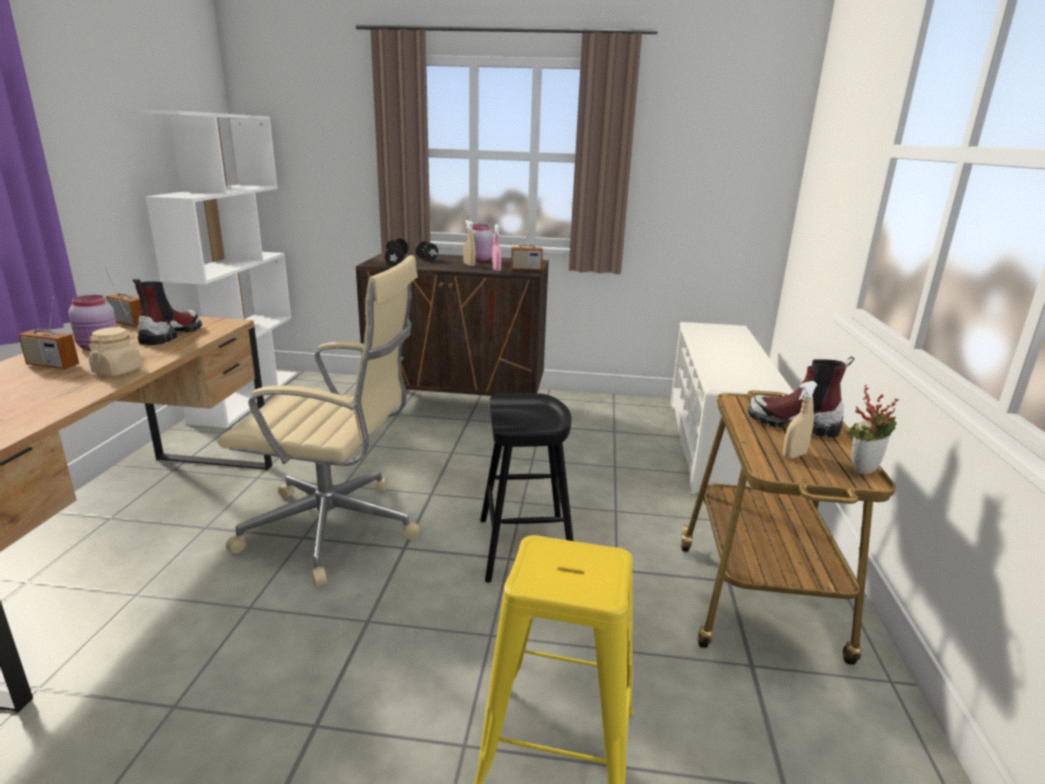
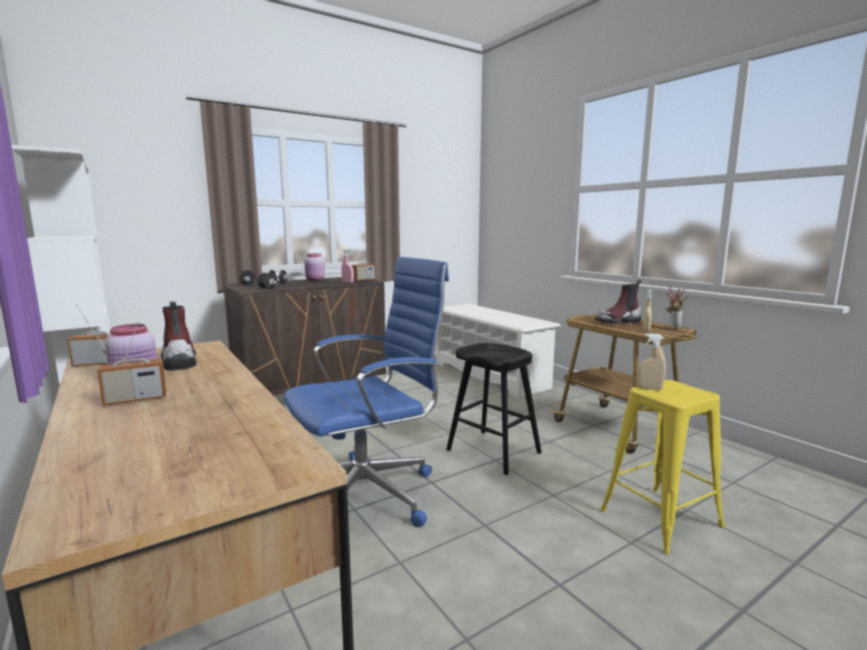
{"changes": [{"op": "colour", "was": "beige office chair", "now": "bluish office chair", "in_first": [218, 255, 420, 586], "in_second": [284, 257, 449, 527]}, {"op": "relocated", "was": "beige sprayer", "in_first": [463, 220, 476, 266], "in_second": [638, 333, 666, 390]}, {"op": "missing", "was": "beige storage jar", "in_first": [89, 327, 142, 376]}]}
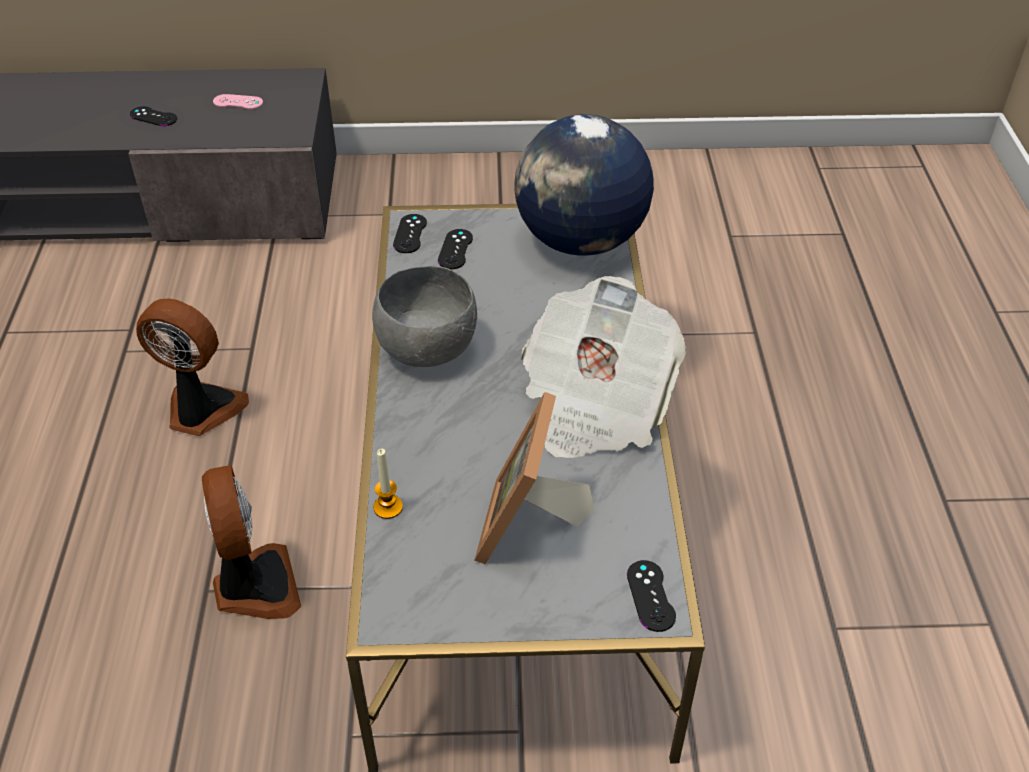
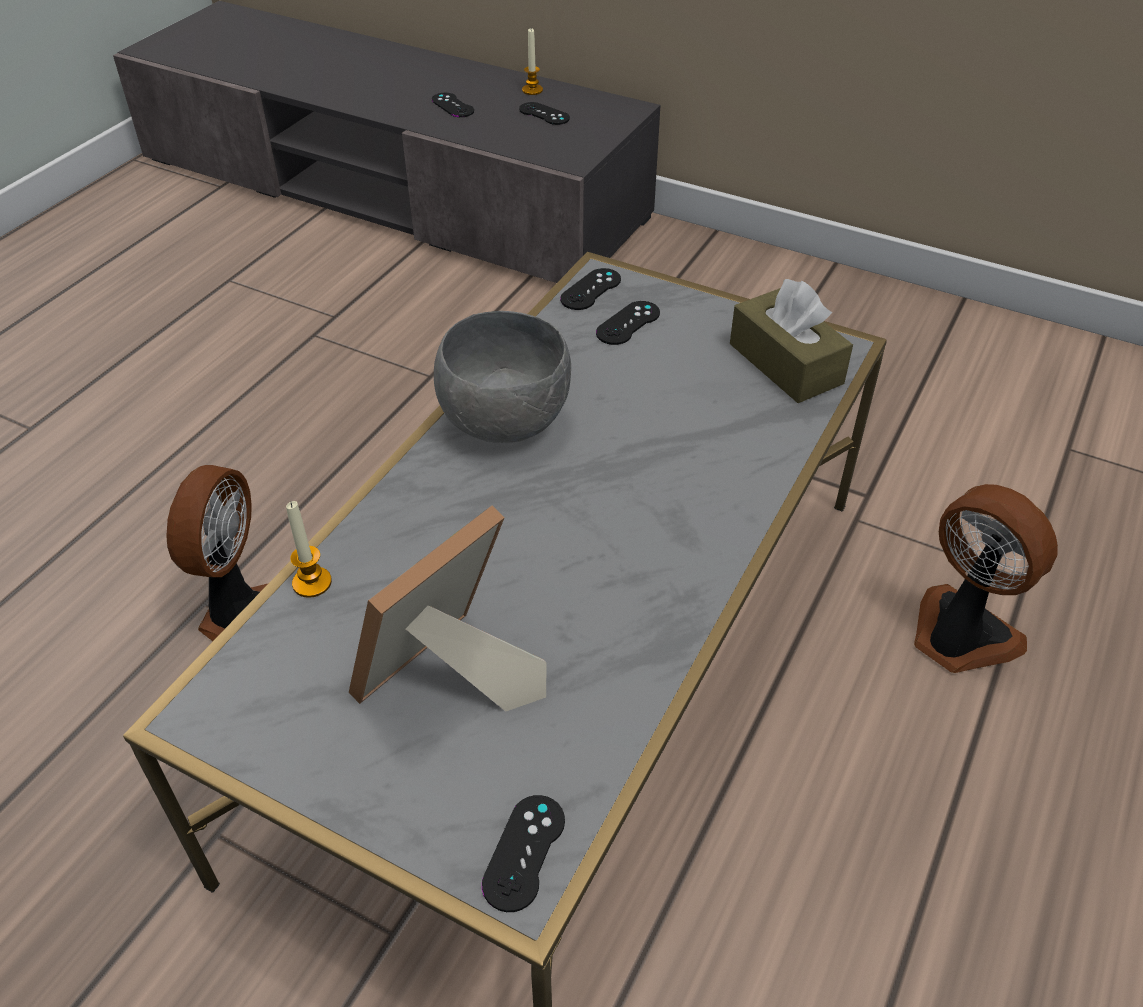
{"changes": [{"op": "colour", "was": "pink-coloured gamepad", "now": "blackish gamepad", "in_first": [213, 94, 263, 110], "in_second": [519, 102, 570, 125]}, {"op": "appeared", "now": "candle", "in_second": [522, 28, 543, 95]}, {"op": "exchanged", "was": "world globe", "now": "brownish tissue box", "in_first": [514, 114, 654, 256], "in_second": [730, 279, 853, 403]}, {"op": "relocated", "was": "electric fan", "in_first": [136, 298, 249, 436], "in_second": [914, 484, 1058, 673]}, {"op": "missing", "was": "newspaper", "in_first": [521, 276, 686, 458]}]}
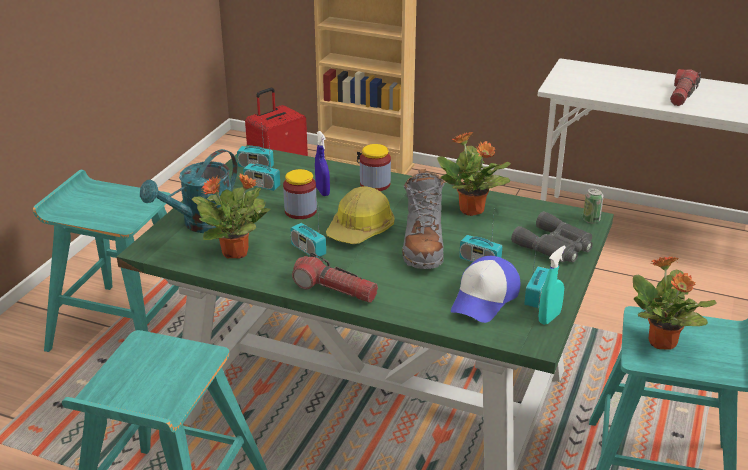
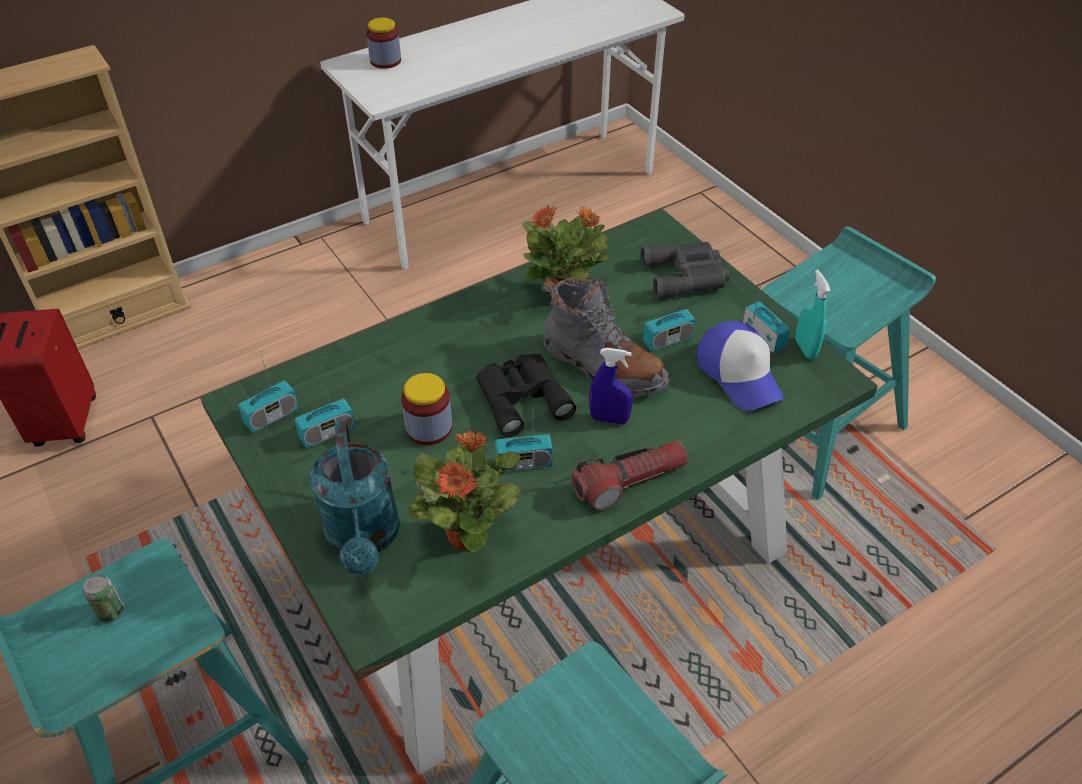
{"changes": [{"op": "relocated", "was": "sealed can", "in_first": [583, 188, 604, 223], "in_second": [83, 575, 124, 622]}, {"op": "relocated", "was": "storage jar", "in_first": [360, 144, 391, 191], "in_second": [366, 17, 401, 69]}, {"op": "exchanged", "was": "hard hat", "now": "blackish binoculars", "in_first": [326, 186, 395, 244], "in_second": [476, 354, 576, 437]}, {"op": "relocated", "was": "bluish sprayer", "in_first": [315, 131, 330, 196], "in_second": [589, 348, 633, 424]}, {"op": "missing", "was": "plant in a pot", "in_first": [633, 256, 717, 350]}, {"op": "missing", "was": "torch", "in_first": [670, 69, 701, 106]}]}
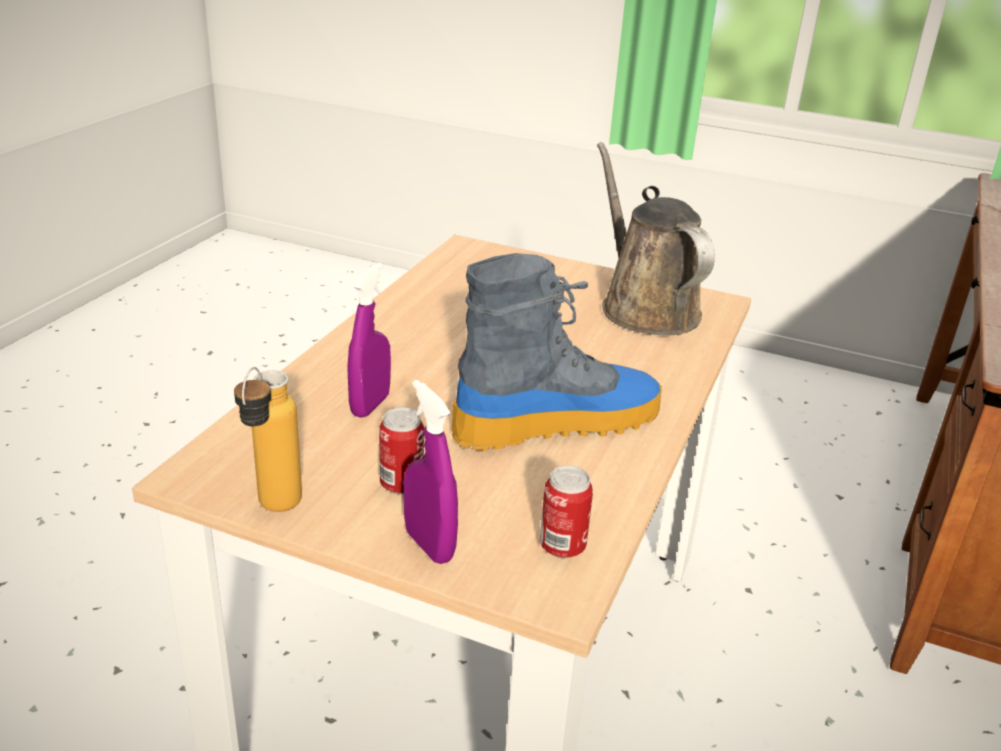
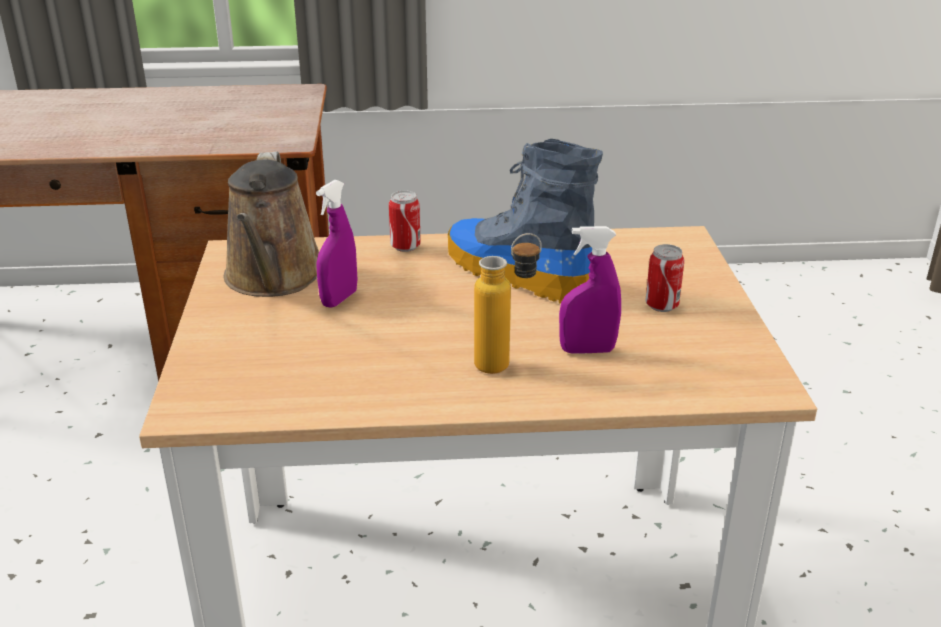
{"changes": [{"op": "spun", "was": "brownish sprinkling can", "in_first": [597, 142, 715, 336], "in_second": [224, 151, 319, 297], "clockwise": -45}, {"op": "relocated", "was": "purple-coloured sprayer", "in_first": [404, 380, 458, 564], "in_second": [316, 180, 357, 308]}, {"op": "relocated", "was": "sealed can", "in_first": [540, 465, 593, 558], "in_second": [389, 190, 421, 252]}, {"op": "relocated", "was": "bottle", "in_first": [234, 367, 302, 512], "in_second": [474, 233, 542, 374]}]}
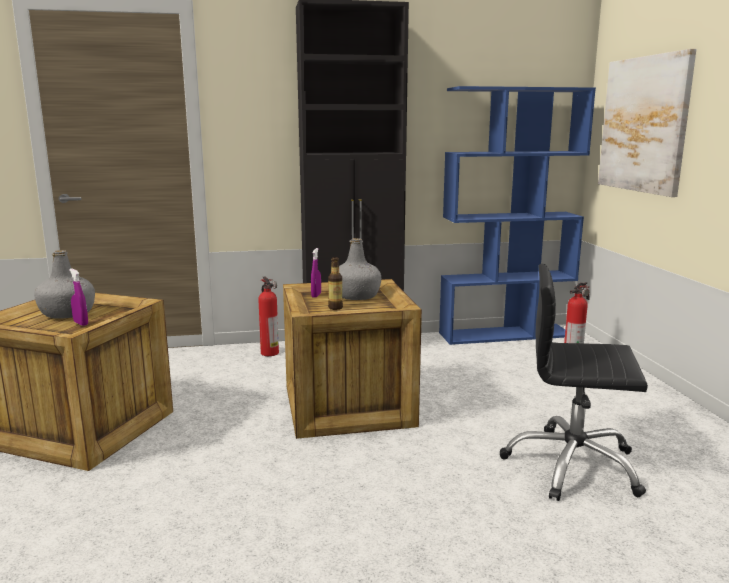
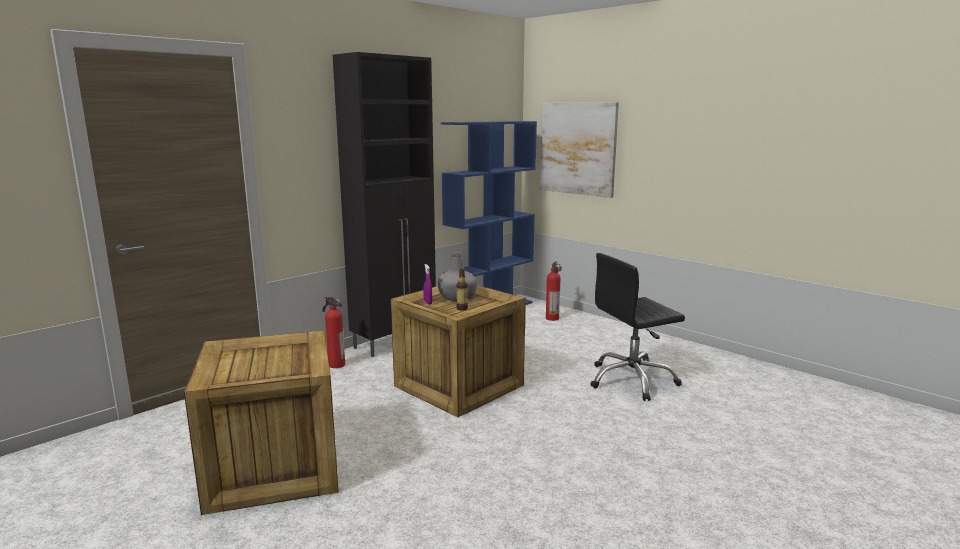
{"changes": [{"op": "missing", "was": "grey bottle", "in_first": [34, 250, 95, 319]}, {"op": "missing", "was": "purple-coloured sprayer", "in_first": [69, 269, 88, 326]}]}
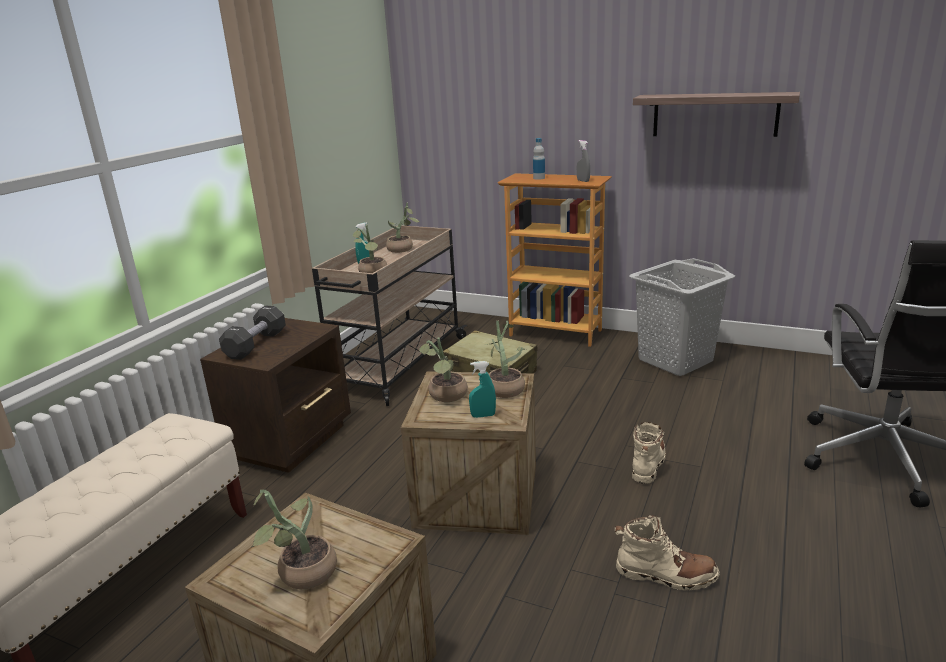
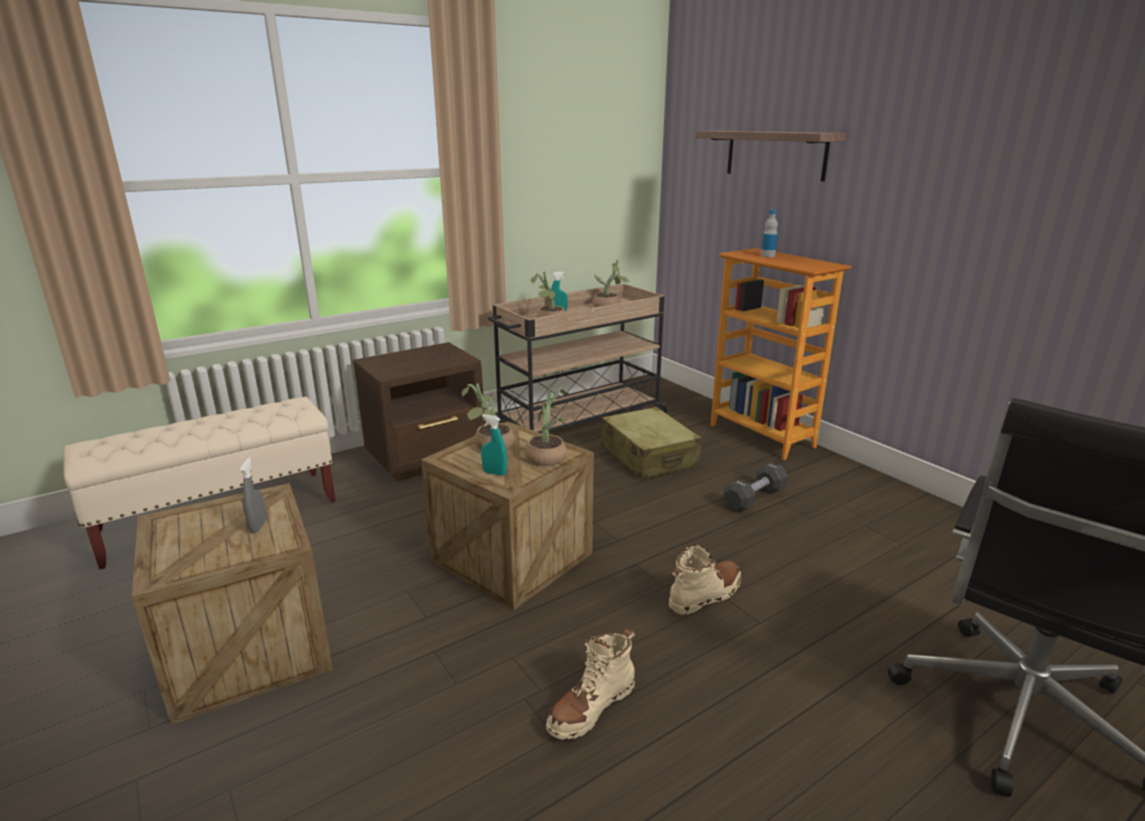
{"changes": [{"op": "relocated", "was": "grey sprayer", "in_first": [577, 140, 590, 182], "in_second": [240, 457, 267, 533]}, {"op": "spun", "was": "beige high-top boot", "in_first": [615, 515, 720, 590], "in_second": [546, 629, 635, 740], "clockwise": 90}, {"op": "relocated", "was": "wall shelf", "in_first": [633, 92, 800, 137], "in_second": [696, 131, 846, 182]}, {"op": "relocated", "was": "blackish free weight", "in_first": [219, 306, 286, 360], "in_second": [723, 462, 787, 513]}, {"op": "missing", "was": "plant in a pot", "in_first": [252, 490, 337, 589]}, {"op": "missing", "was": "grey laundry basket", "in_first": [629, 258, 735, 376]}]}
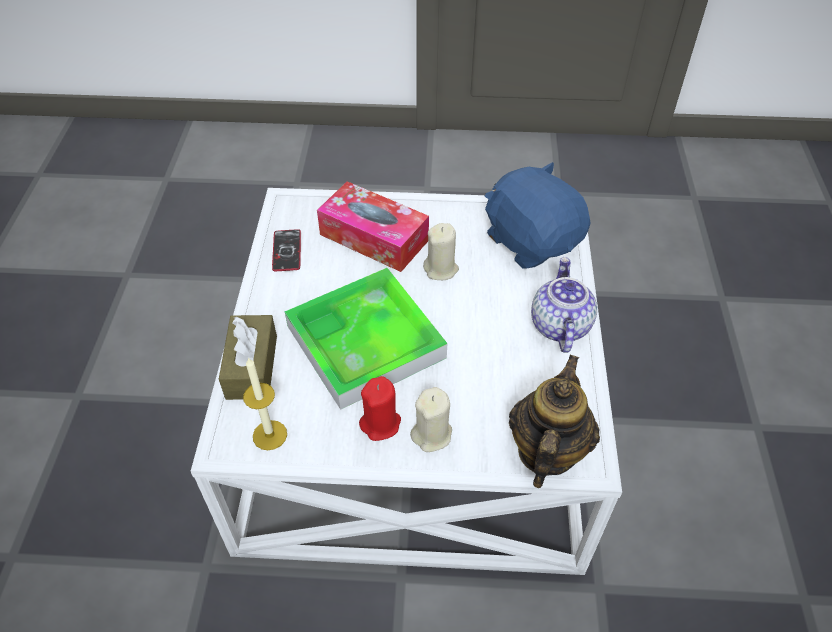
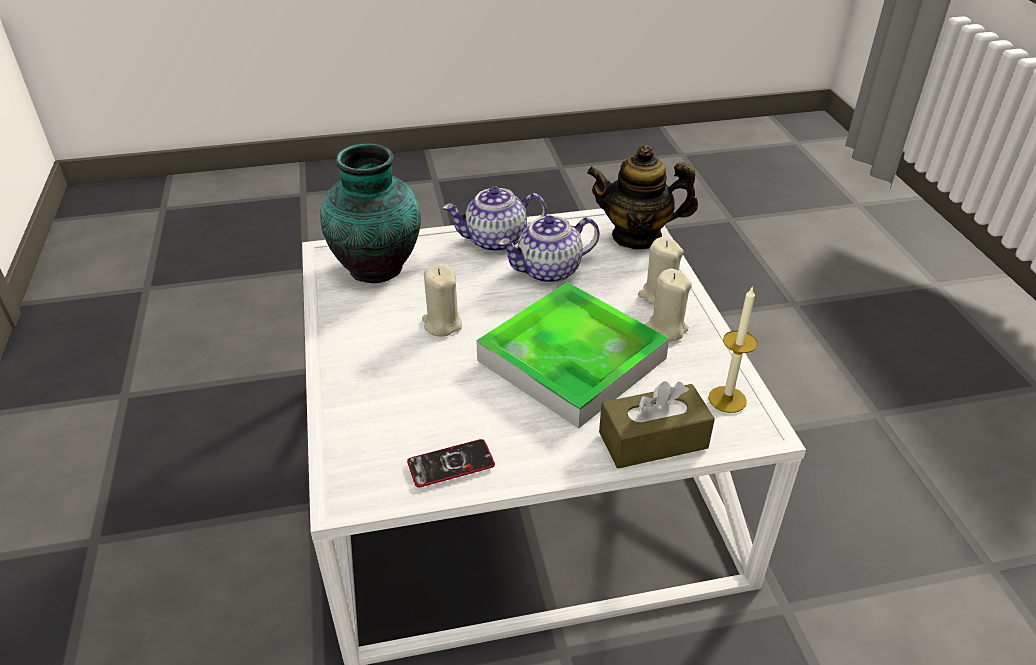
{"changes": [{"op": "exchanged", "was": "bluish soft toy", "now": "flower vase", "in_first": [485, 162, 590, 268], "in_second": [320, 143, 421, 283]}, {"op": "appeared", "now": "pot for tea", "in_second": [498, 215, 600, 283]}, {"op": "colour", "was": "red-coloured candle", "now": "beige candle", "in_first": [359, 376, 401, 441], "in_second": [645, 269, 692, 341]}, {"op": "missing", "was": "tissue box", "in_first": [317, 181, 429, 272]}]}
